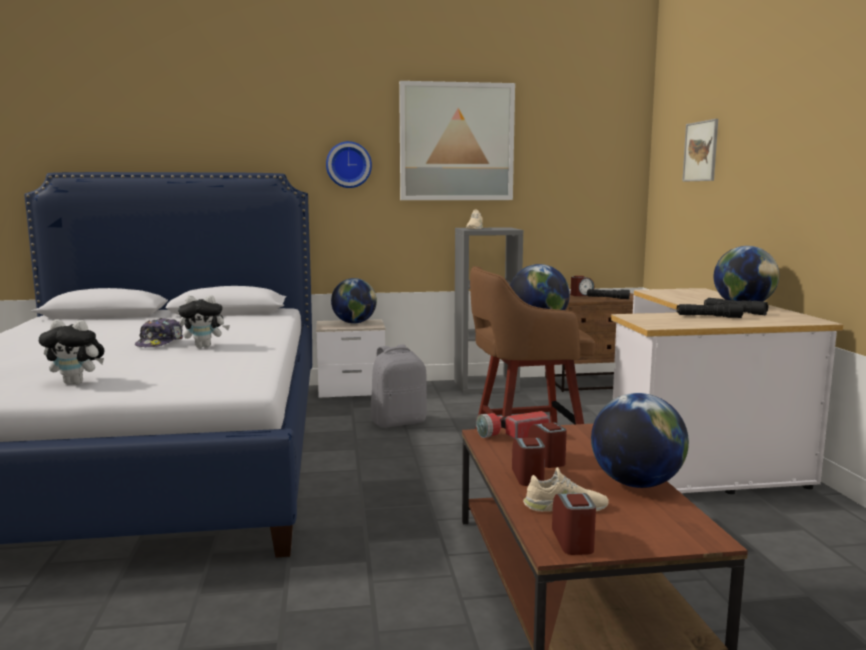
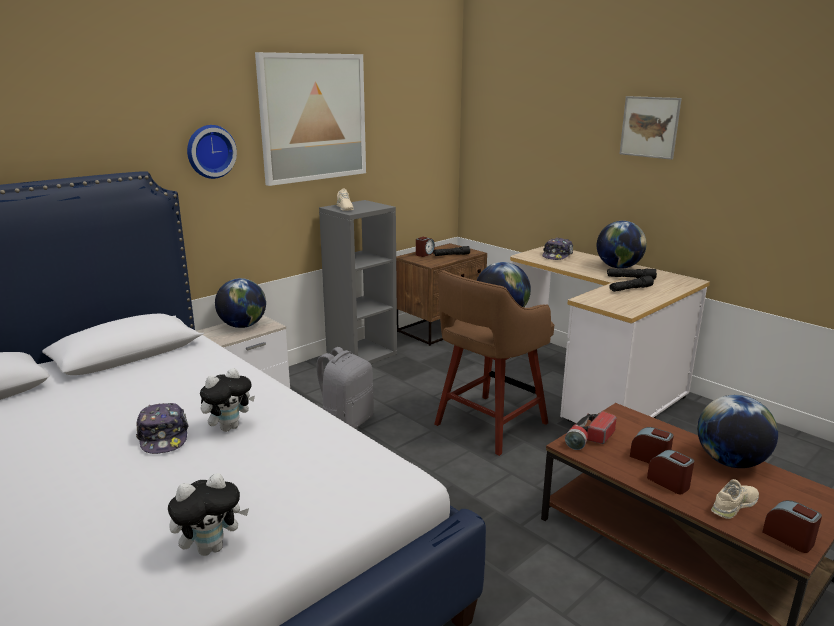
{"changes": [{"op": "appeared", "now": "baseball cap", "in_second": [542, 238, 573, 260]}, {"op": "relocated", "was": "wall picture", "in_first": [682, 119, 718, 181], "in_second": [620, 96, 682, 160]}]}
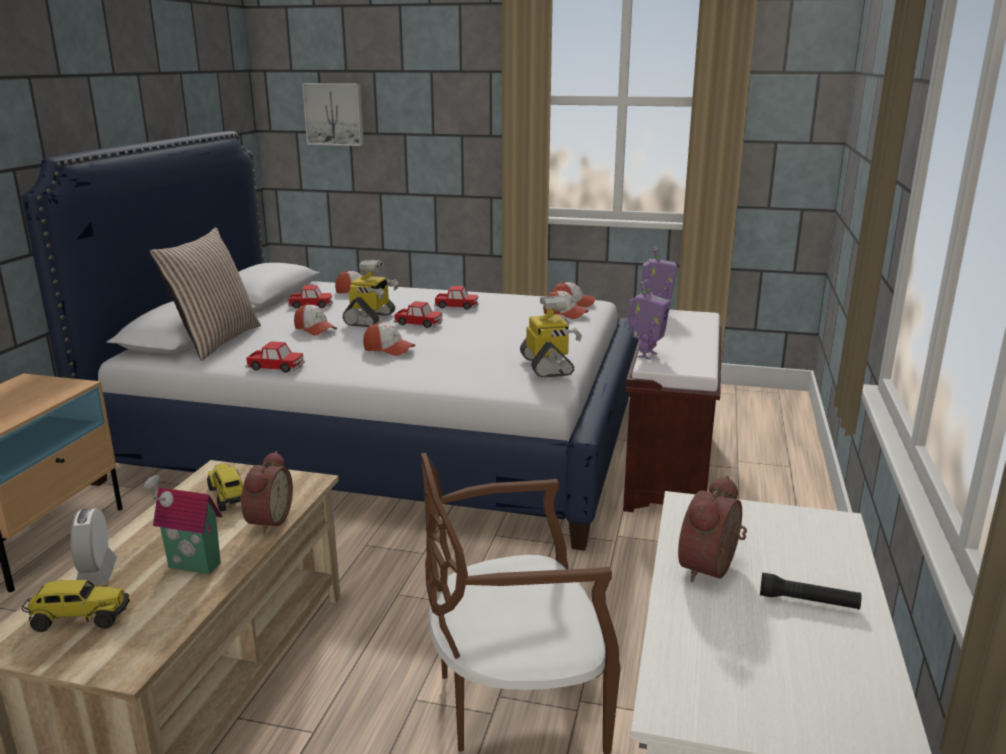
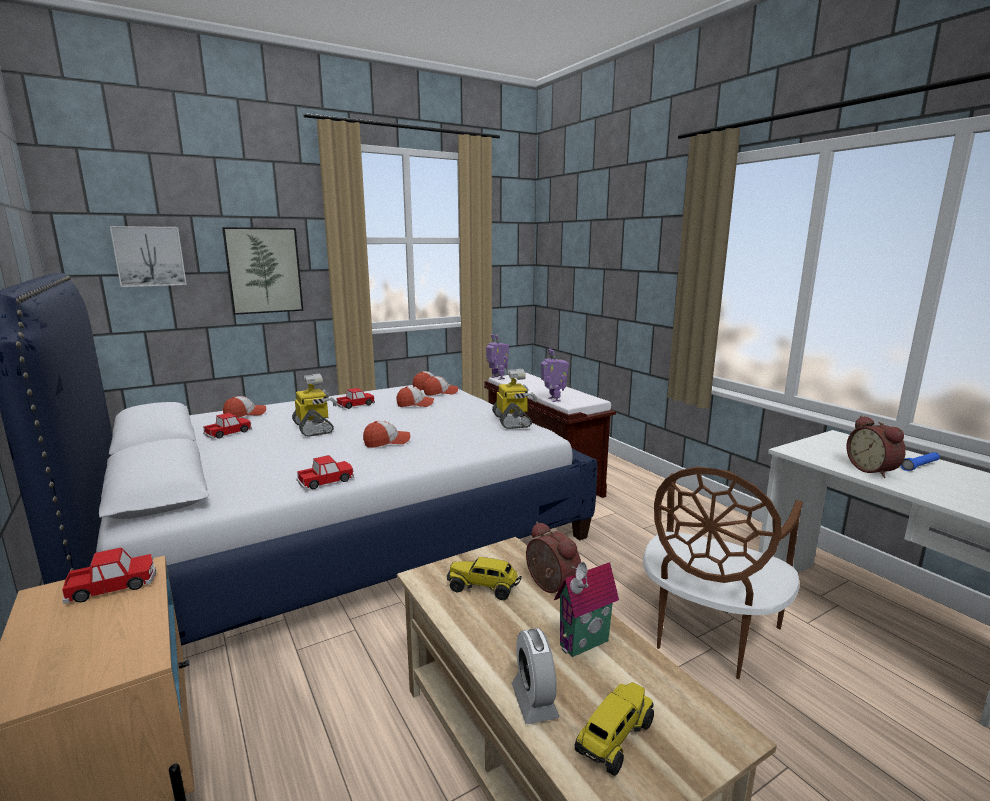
{"changes": [{"op": "relocated", "was": "miniature car", "in_first": [394, 301, 443, 328], "in_second": [62, 548, 156, 604]}, {"op": "appeared", "now": "wall picture", "in_second": [222, 227, 303, 315]}, {"op": "relocated", "was": "baseball cap", "in_first": [294, 304, 337, 336], "in_second": [397, 386, 434, 407]}, {"op": "spun", "was": "robot figure", "in_first": [520, 295, 582, 378], "in_second": [492, 369, 537, 429], "clockwise": 45}, {"op": "spun", "was": "table clock", "in_first": [71, 508, 117, 586], "in_second": [512, 628, 560, 724], "clockwise": 45}, {"op": "colour", "was": "blackish torch", "now": "bluish torch", "in_first": [760, 573, 861, 609], "in_second": [901, 452, 940, 471]}, {"op": "missing", "was": "pillow", "in_first": [149, 228, 261, 360]}]}
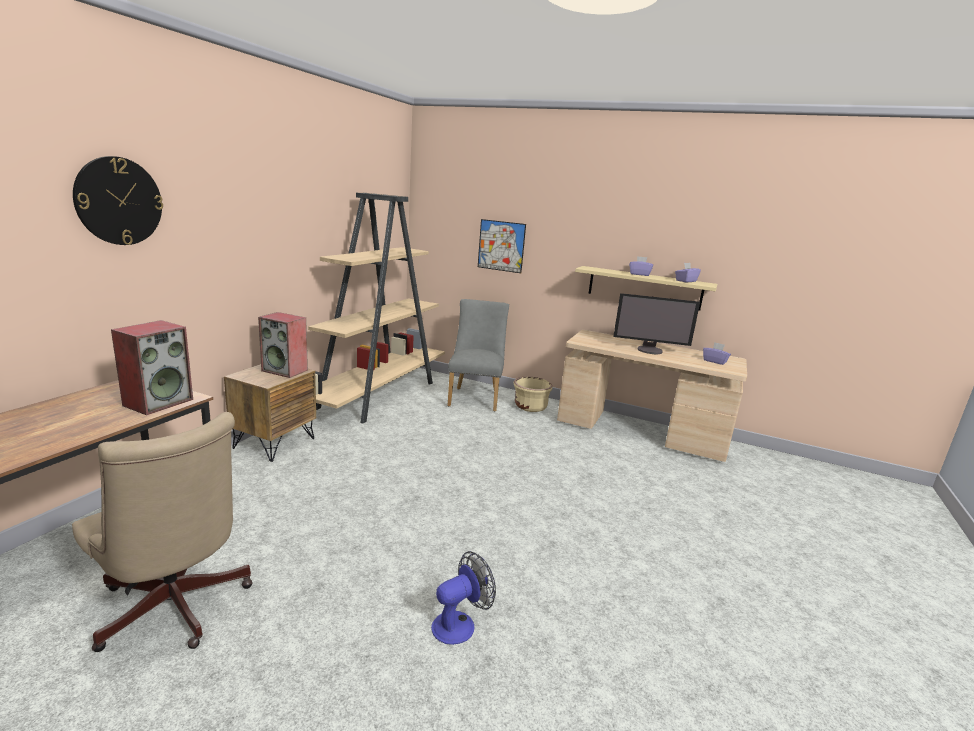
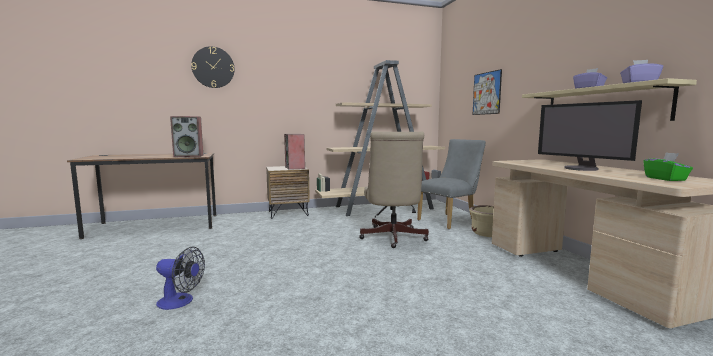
{"changes": [{"op": "relocated", "was": "beige office chair", "in_first": [72, 412, 253, 652], "in_second": [359, 132, 429, 248]}, {"op": "colour", "was": "purple-coloured tissue box", "now": "greenish tissue box", "in_first": [703, 342, 731, 365], "in_second": [643, 152, 693, 181]}]}
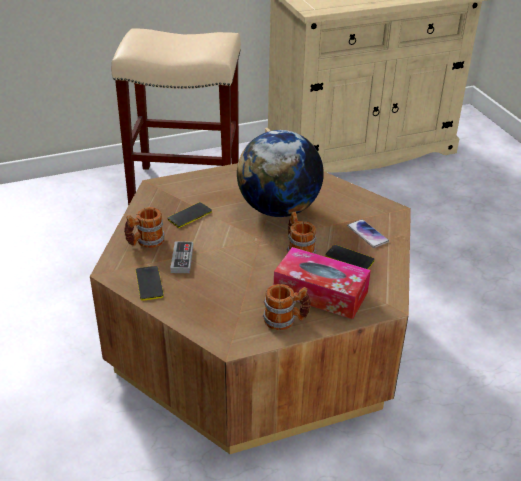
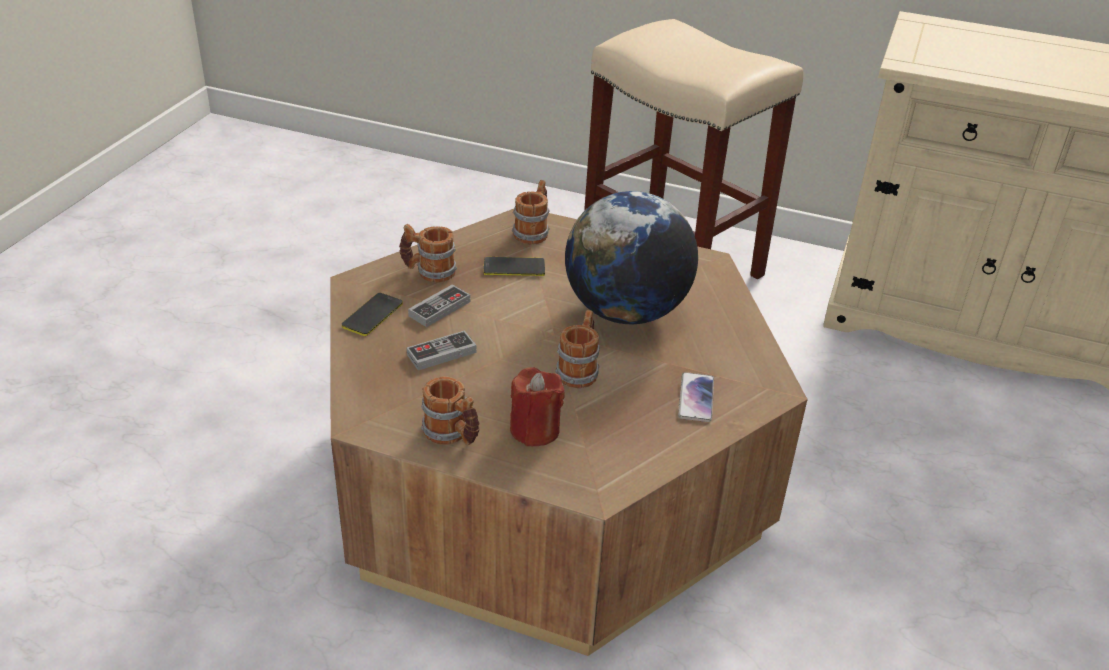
{"changes": [{"op": "appeared", "now": "gamepad", "in_second": [407, 330, 477, 370]}, {"op": "exchanged", "was": "tissue box", "now": "red-coloured candle", "in_first": [274, 247, 371, 319], "in_second": [510, 367, 565, 446]}, {"op": "appeared", "now": "tea mug", "in_second": [512, 180, 550, 245]}, {"op": "missing", "was": "telephone", "in_first": [325, 245, 374, 269]}]}
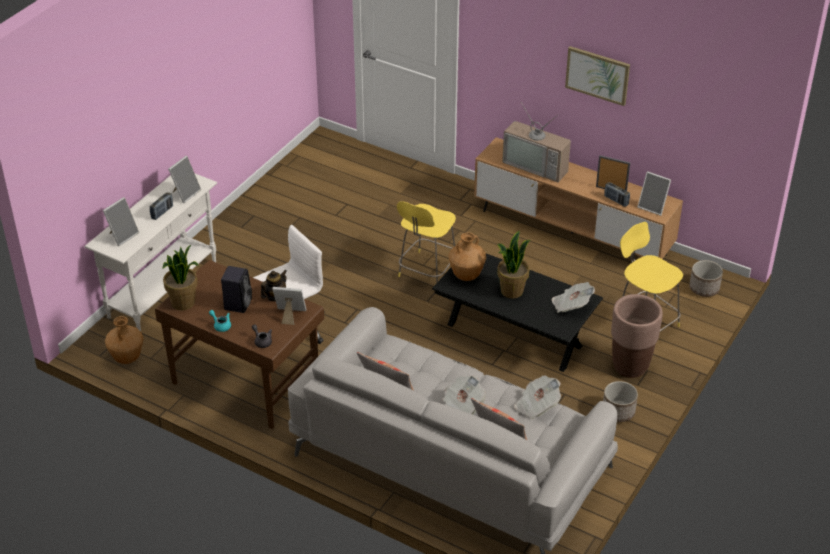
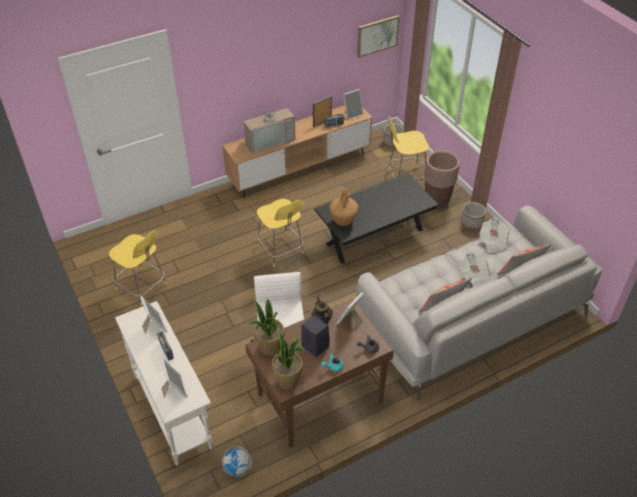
{"changes": [{"op": "appeared", "now": "yellowish stool seat", "in_second": [109, 231, 167, 306]}, {"op": "exchanged", "was": "brownish flower vase", "now": "world globe", "in_first": [105, 316, 143, 364], "in_second": [222, 446, 251, 476]}, {"op": "relocated", "was": "plant in a pot", "in_first": [497, 231, 531, 299], "in_second": [249, 299, 284, 356]}, {"op": "relocated", "was": "wall picture", "in_first": [565, 46, 630, 106], "in_second": [357, 15, 400, 58]}, {"op": "missing", "was": "newspaper", "in_first": [552, 282, 595, 313]}]}
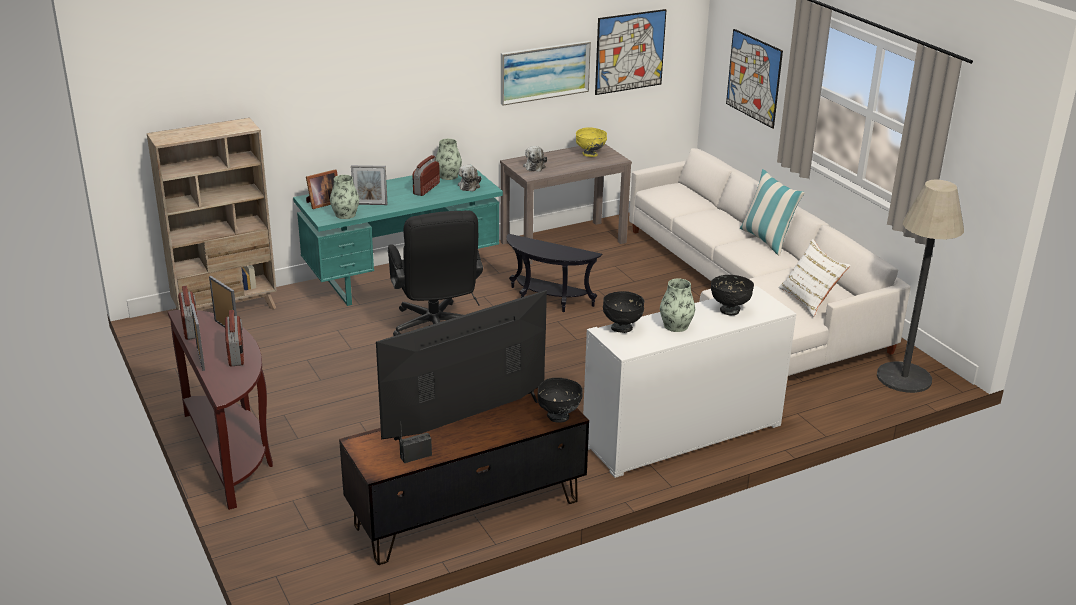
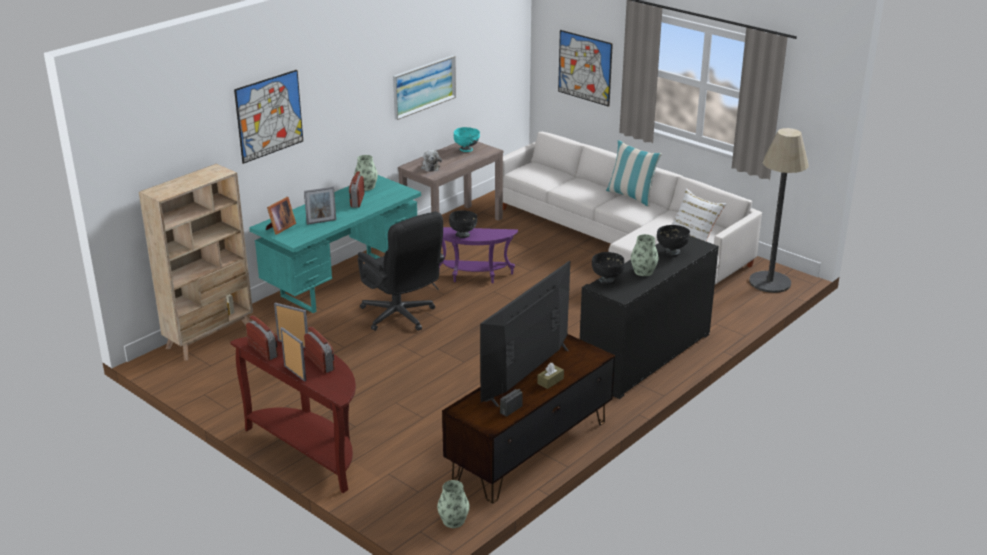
{"changes": [{"op": "relocated", "was": "wall picture", "in_first": [595, 9, 667, 95], "in_second": [234, 70, 303, 164]}, {"op": "relocated", "was": "flower vase", "in_first": [330, 175, 359, 219], "in_second": [437, 480, 469, 528]}, {"op": "colour", "was": "blackish end table", "now": "purple-coloured end table", "in_first": [506, 234, 602, 312], "in_second": [439, 227, 518, 283]}, {"op": "relocated", "was": "blackish bowl", "in_first": [538, 378, 583, 423], "in_second": [449, 211, 477, 238]}, {"op": "colour", "was": "yellowish bowl", "now": "turquoise bowl", "in_first": [576, 127, 607, 157], "in_second": [454, 127, 480, 152]}, {"op": "appeared", "now": "brownish tissue box", "in_second": [537, 363, 564, 389]}, {"op": "colour", "was": "whitish storage cabinet", "now": "blackish storage cabinet", "in_first": [583, 286, 796, 478], "in_second": [580, 236, 719, 399]}, {"op": "missing", "was": "soft toy", "in_first": [458, 165, 481, 192]}]}
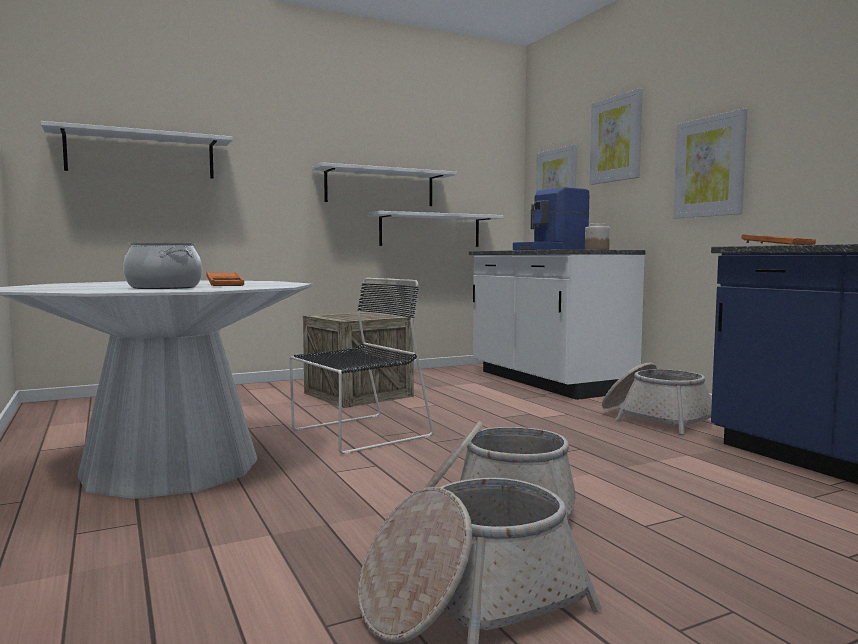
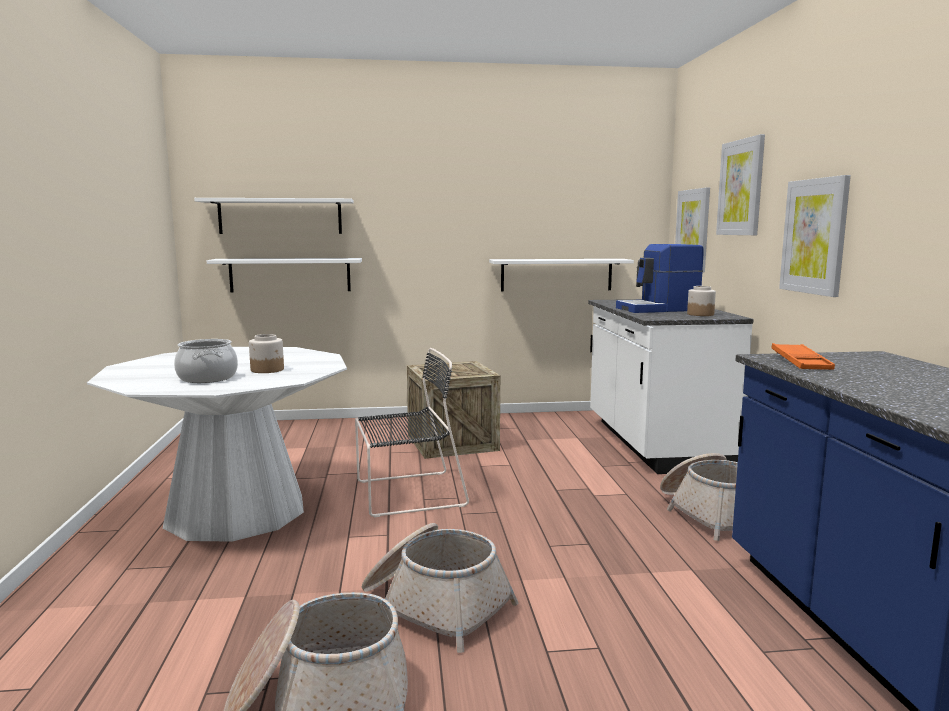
{"changes": [{"op": "relocated", "was": "whitish wall shelf", "in_first": [312, 162, 457, 206], "in_second": [207, 258, 362, 292]}, {"op": "exchanged", "was": "orangey carrying tray", "now": "storage jar", "in_first": [206, 271, 244, 286], "in_second": [249, 334, 284, 373]}]}
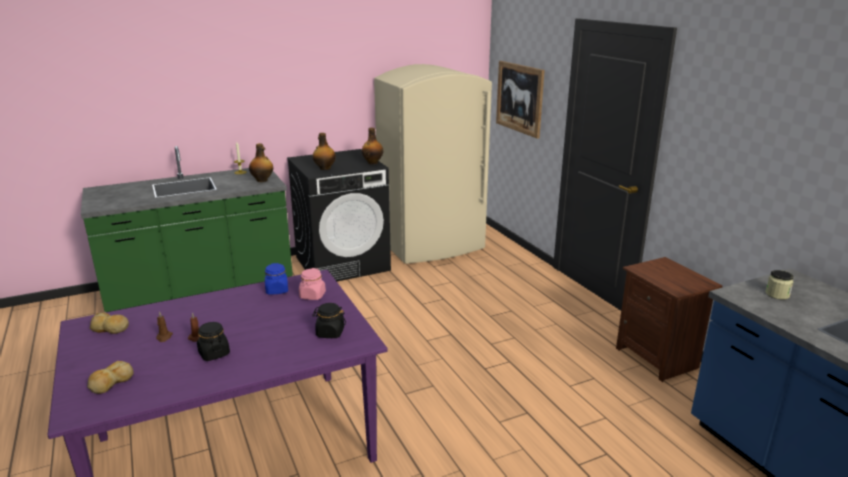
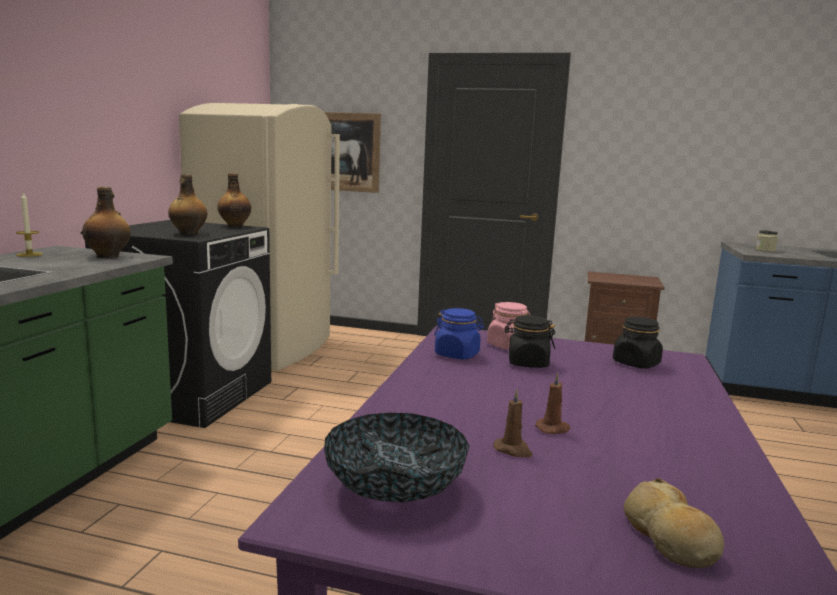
{"changes": [{"op": "exchanged", "was": "bakery bread", "now": "bowl", "in_first": [89, 313, 129, 334], "in_second": [324, 413, 469, 502]}, {"op": "relocated", "was": "blackish storage jar", "in_first": [197, 322, 230, 361], "in_second": [504, 315, 555, 368]}]}
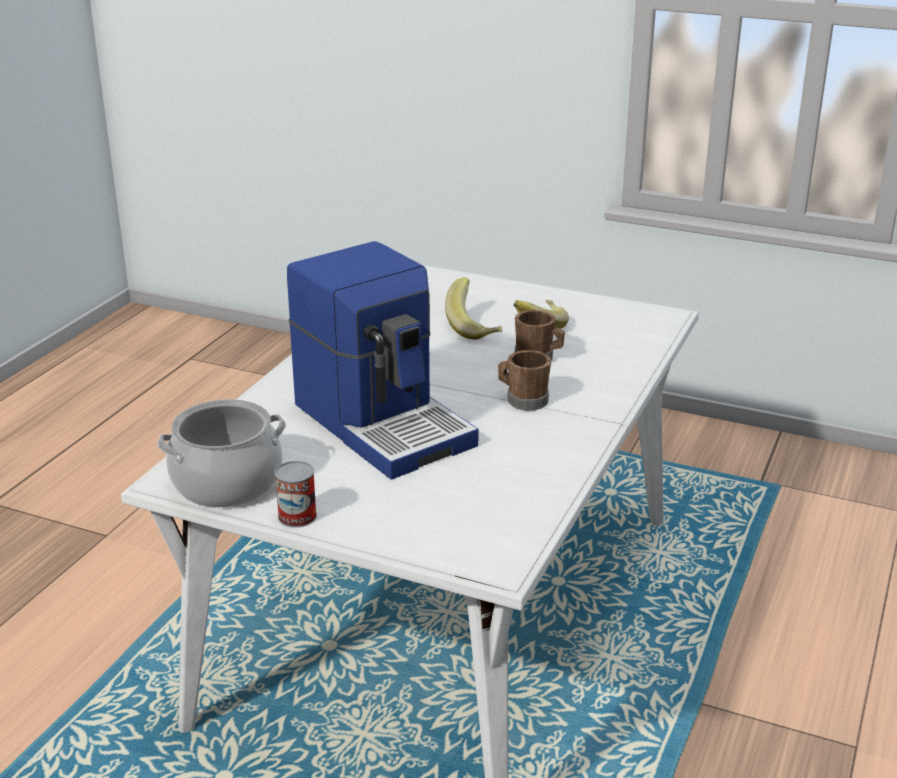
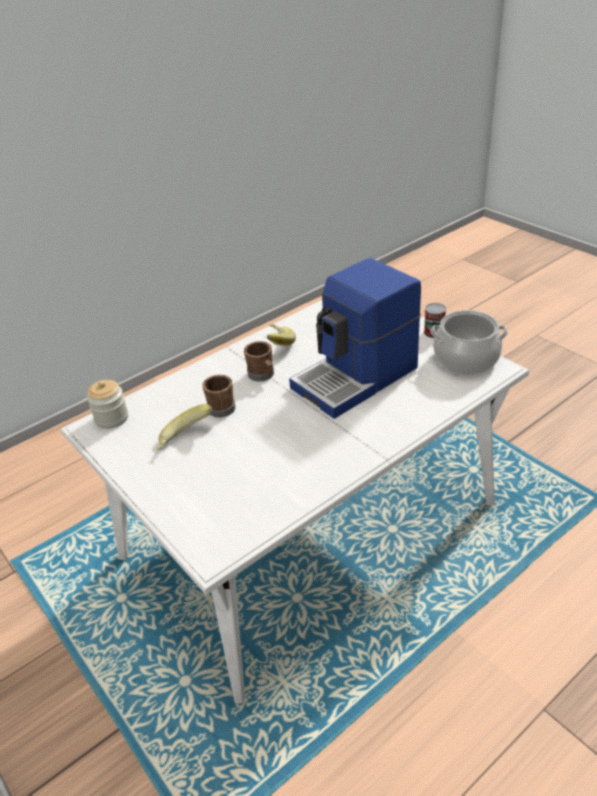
{"changes": [{"op": "appeared", "now": "storage jar", "in_second": [87, 380, 128, 429]}, {"op": "relocated", "was": "banana fruit", "in_first": [445, 278, 502, 340], "in_second": [267, 323, 296, 346]}, {"op": "spun", "was": "coffee machine", "in_first": [287, 241, 479, 480], "in_second": [289, 258, 421, 419], "clockwise": -120}]}
